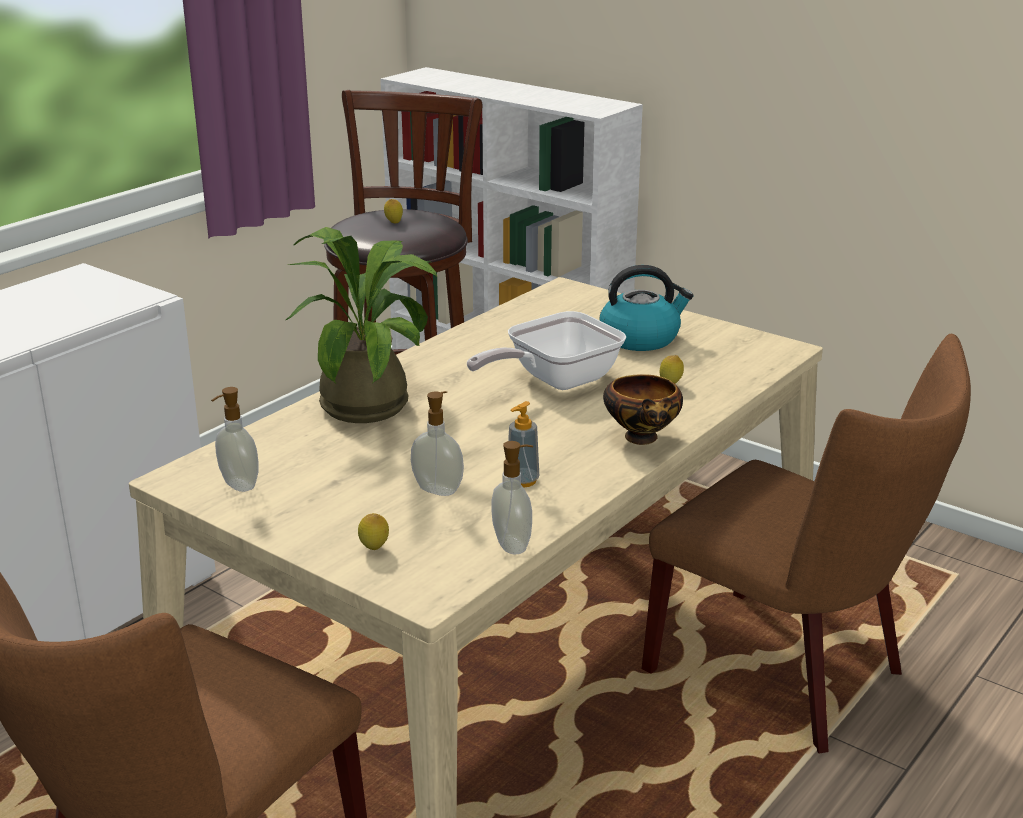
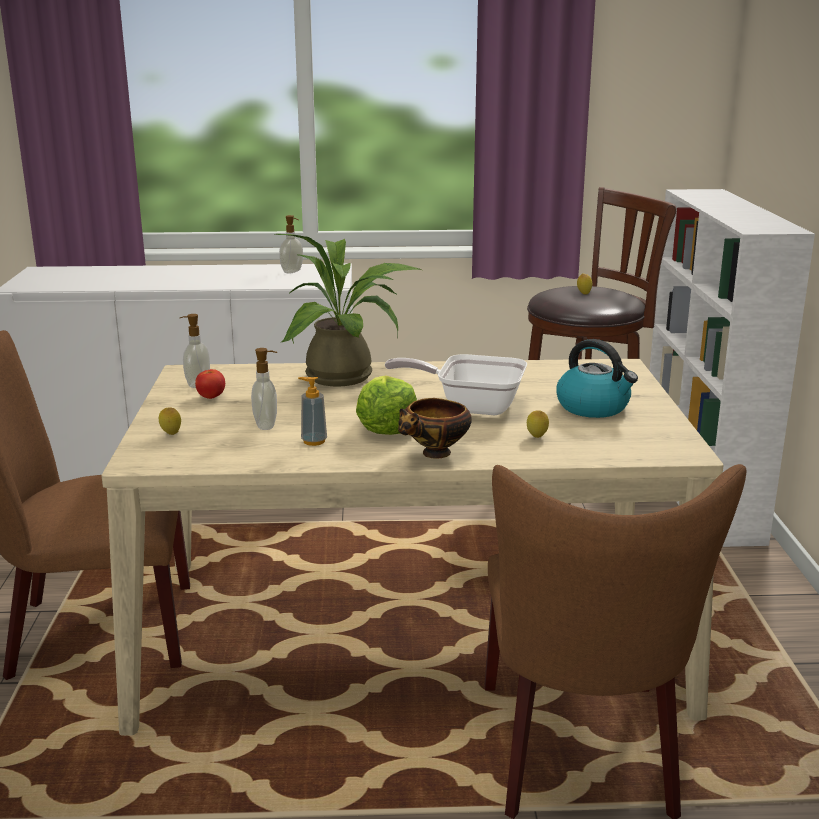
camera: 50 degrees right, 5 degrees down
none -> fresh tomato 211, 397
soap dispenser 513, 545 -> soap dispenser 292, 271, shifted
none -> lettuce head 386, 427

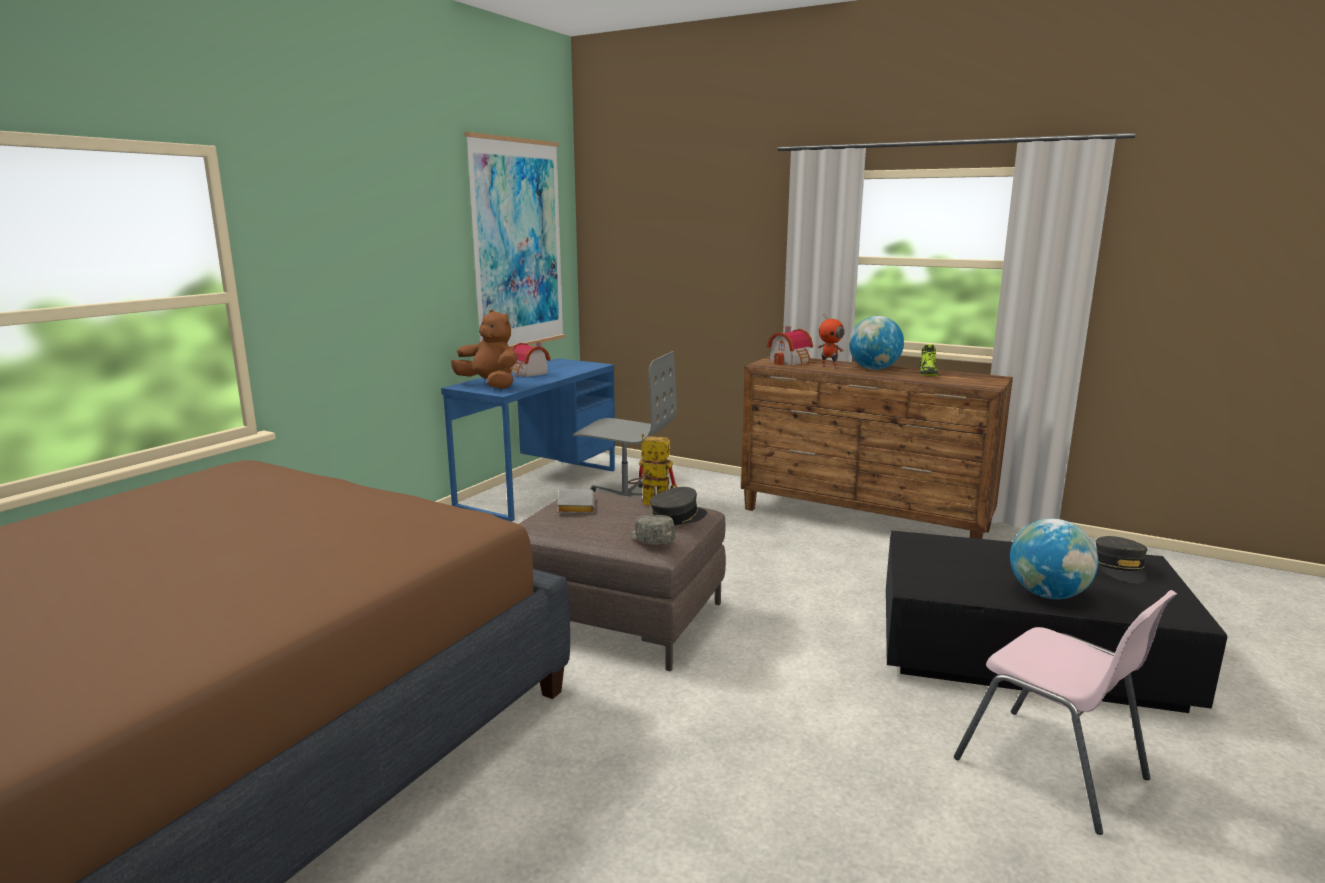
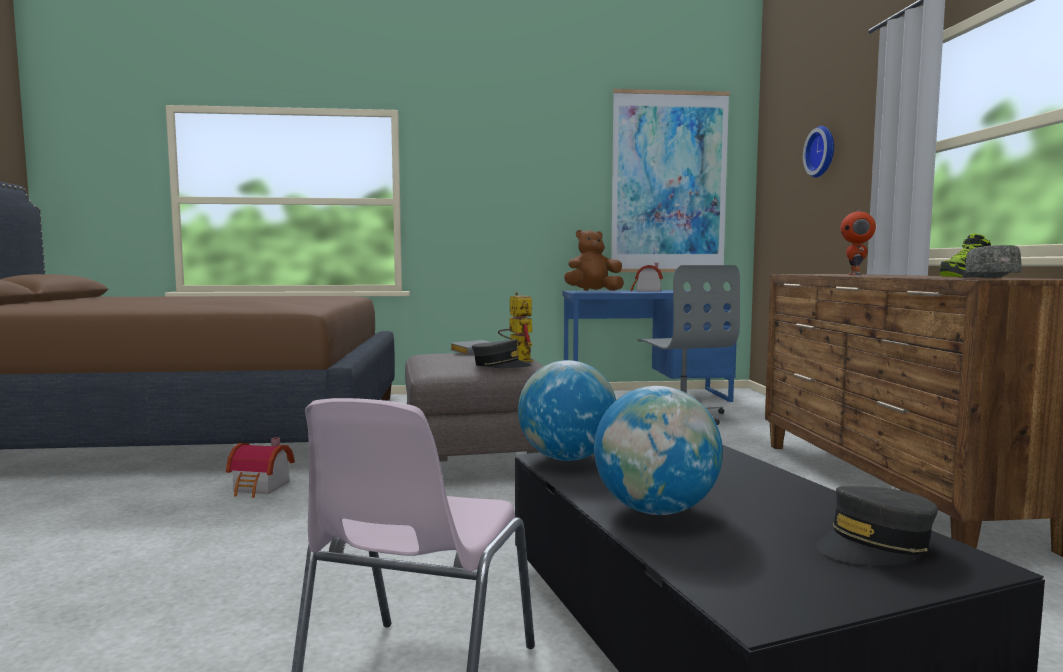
camera: 55 degrees right, 10 degrees down
toy house 791, 362 -> toy house 261, 488, shifted
globe 874, 369 -> globe 566, 459, shifted
plush toy in brownish 490, 385 -> plush toy in brownish 593, 291, 105 degrees counterclockwise
none -> hanging clock 823, 151
peaked cap in grey 651, 539 -> peaked cap in grey 988, 278, shifted

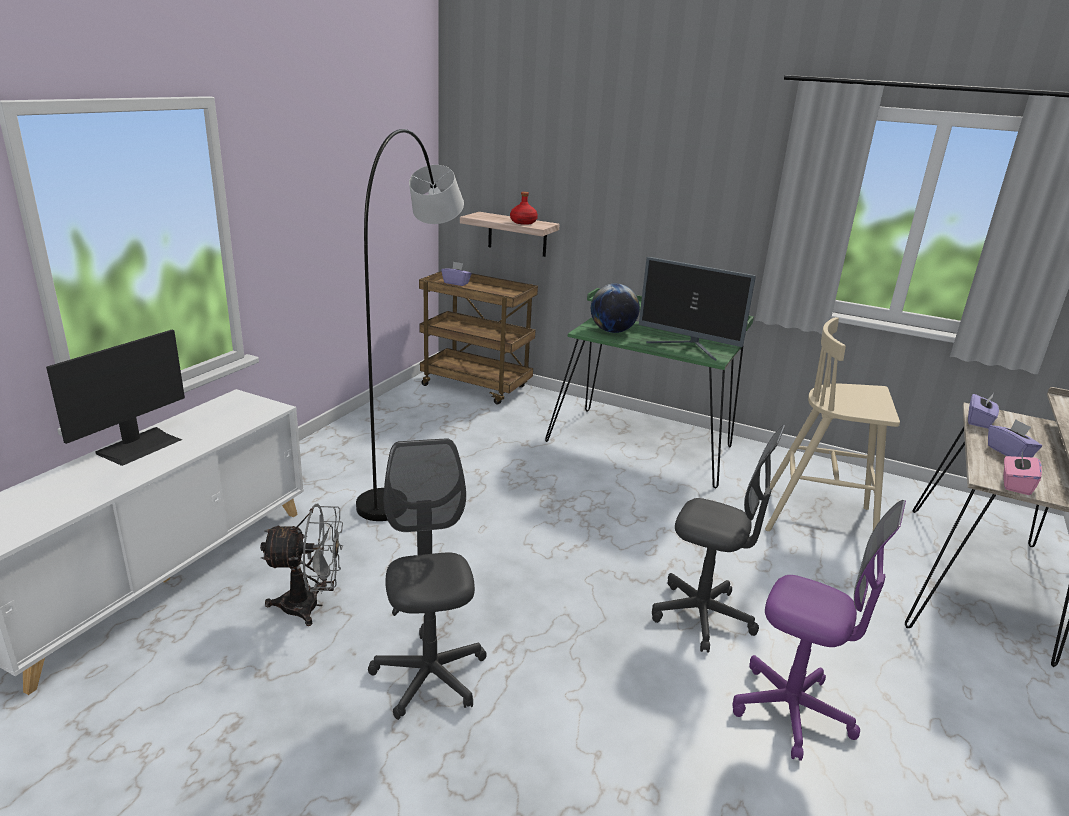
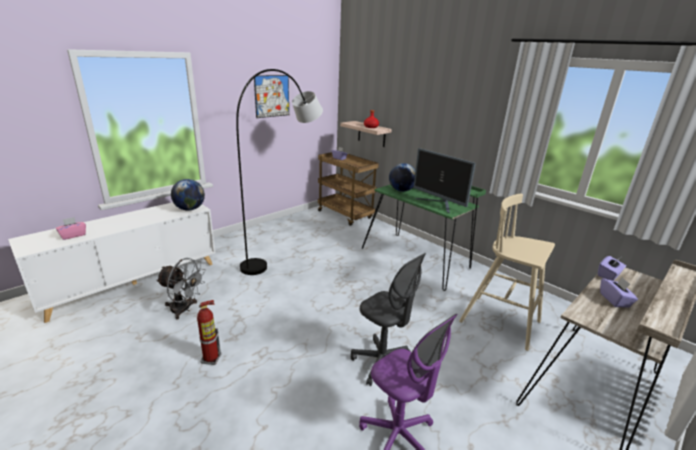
camera: 20 degrees right, 0 degrees up
tissue box in pink-coloured 1015, 485 -> tissue box in pink-coloured 73, 235, shifted
none -> globe 190, 209
computer chair in grey 429, 676 -> fire extinguisher 211, 359
none -> wall picture 272, 96
monitor 139, 446 -> none

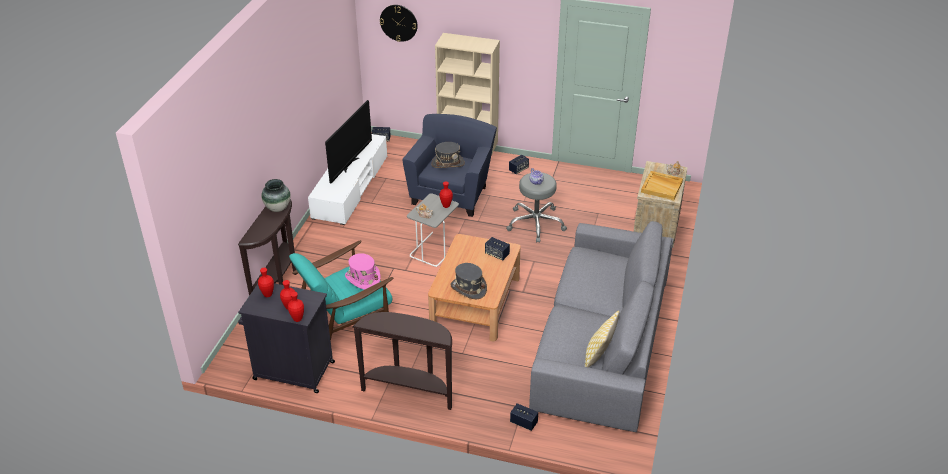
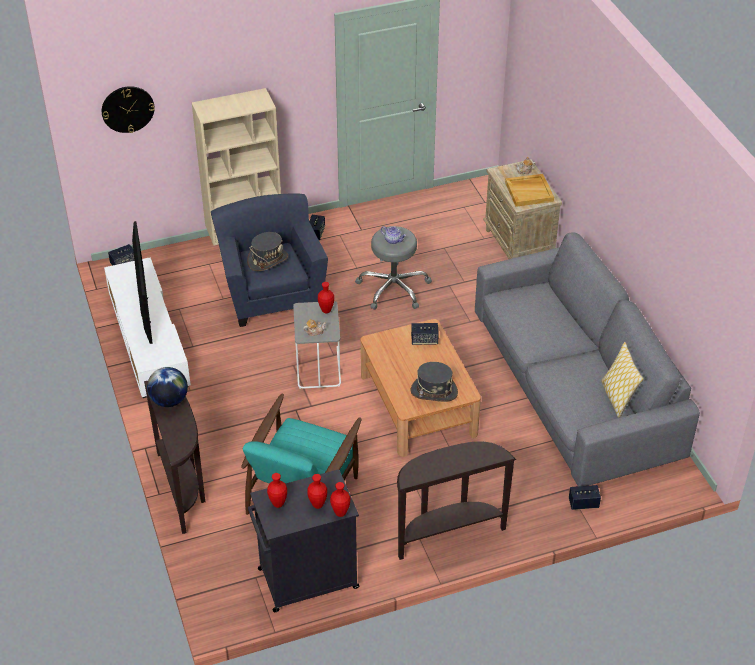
camera: 35 degrees left, 5 degrees up
decorative vase 277, 208 -> globe 169, 400
clothing hat in pink-coloured 362, 279 -> none

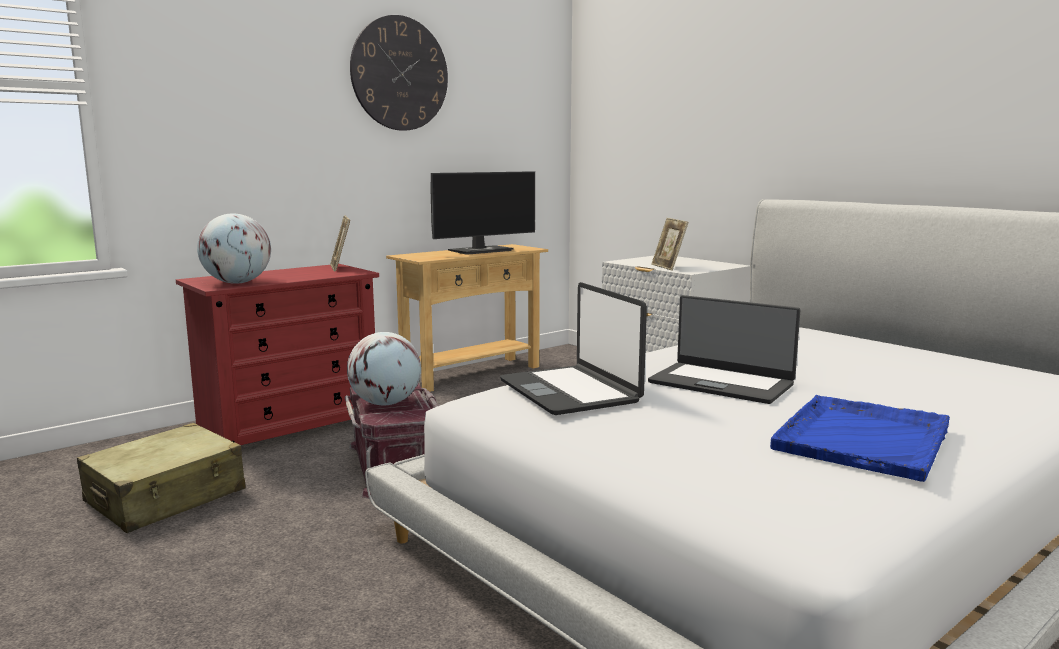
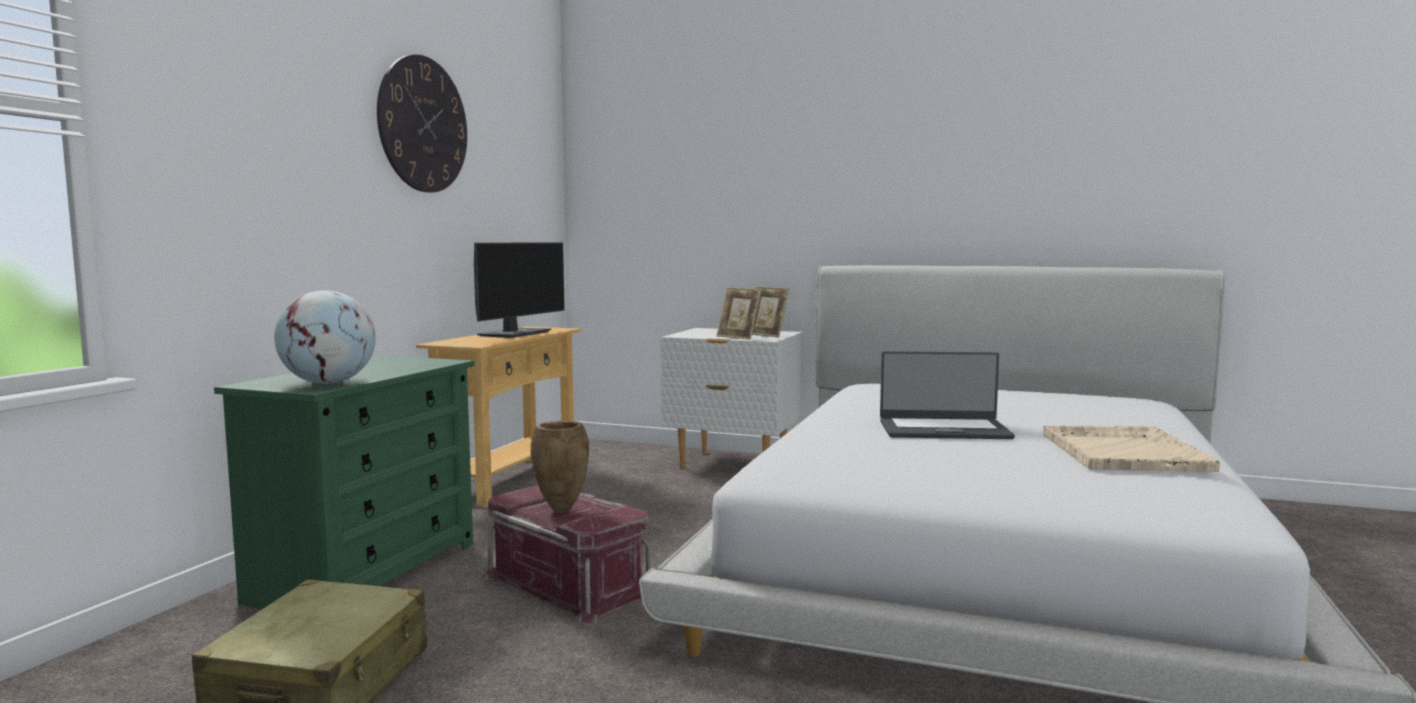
camera: 30 degrees left, 5 degrees down
dresser in reddish 291, 425 -> dresser in green-coloured 367, 571
globe 385, 403 -> decorative vase in brownish 560, 510
picture frame 341, 268 -> picture frame 766, 335, shifted
serving tray in bluish 863, 438 -> serving tray in sand-coloured 1123, 451
laptop 570, 391 -> none

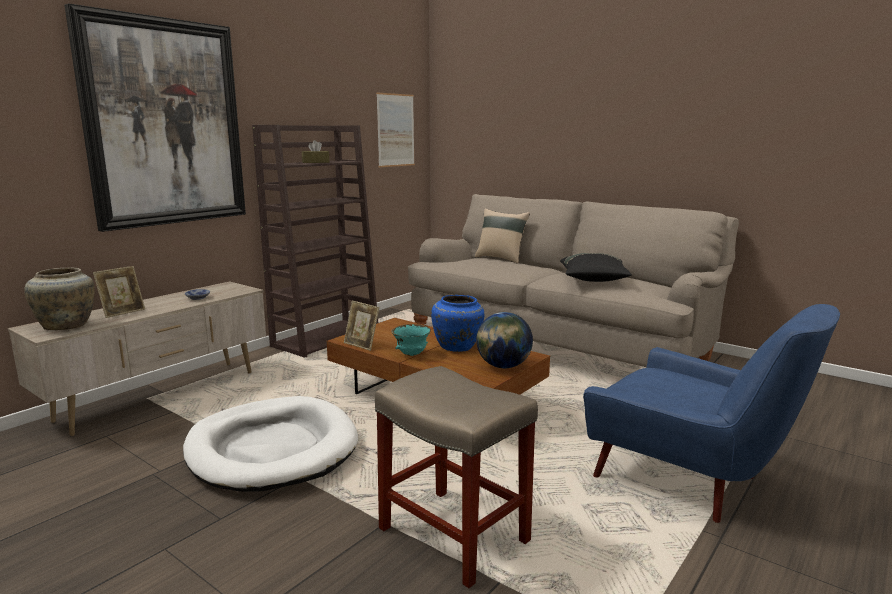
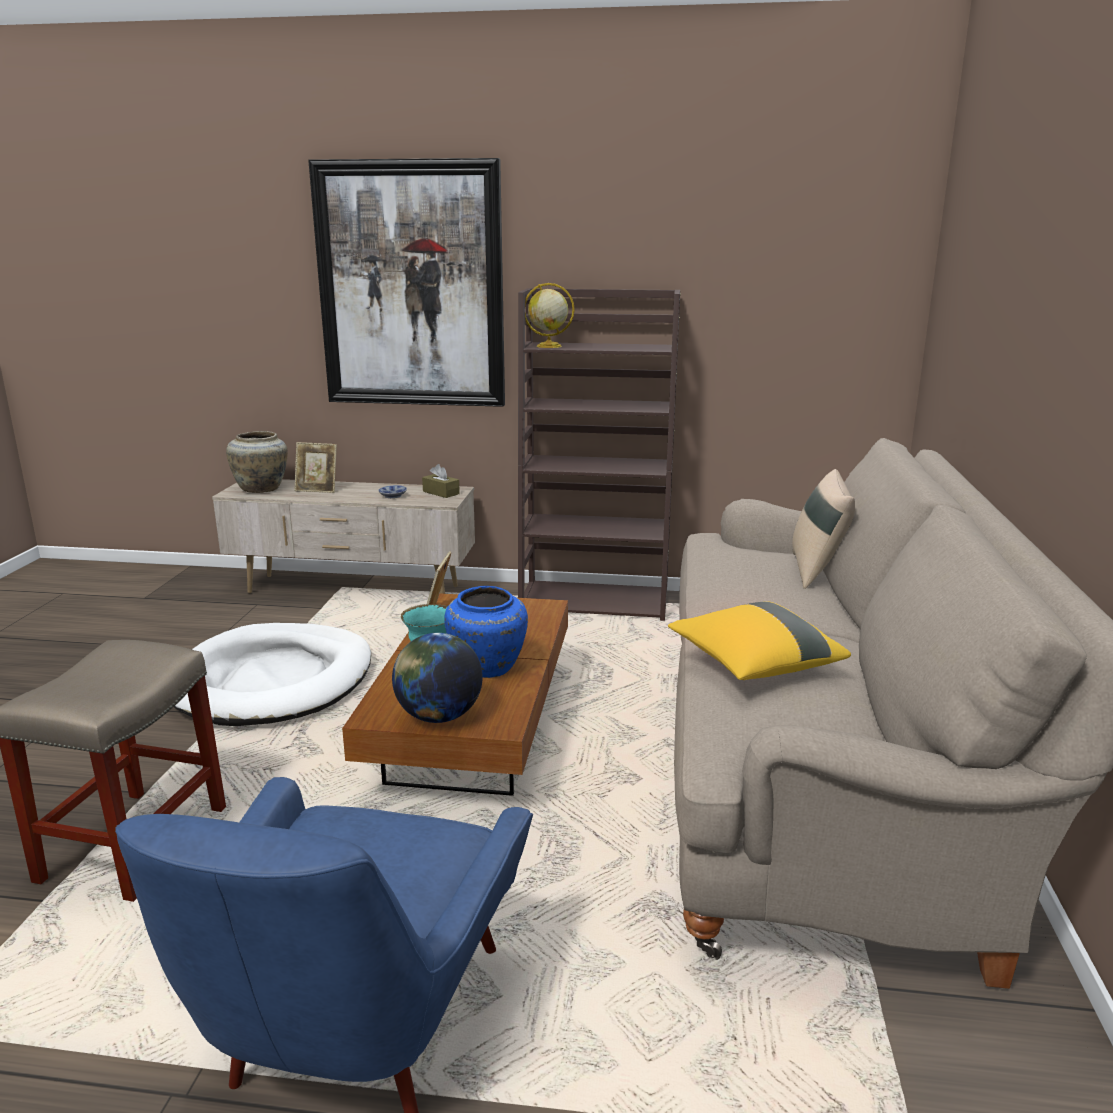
camera: 60 degrees right, 5 degrees up
tissue box in brownish 315, 162 -> tissue box in brownish 441, 492, shifted
none -> globe 548, 346
pillow in blackish 593, 280 -> pillow in yellow-coloured 753, 664
wall picture 395, 130 -> none

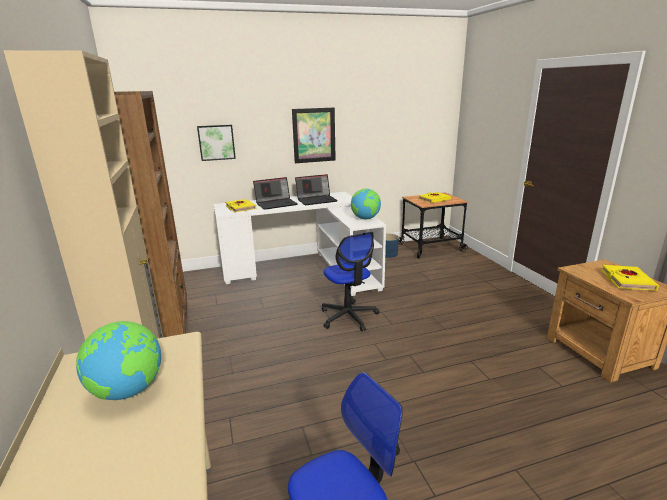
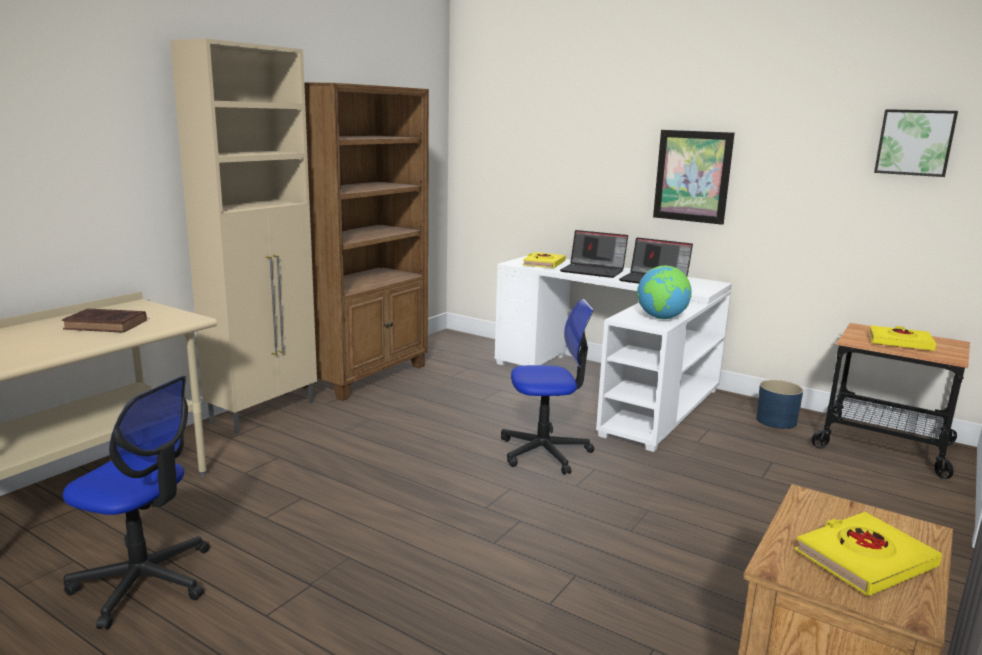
camera: 50 degrees right, 5 degrees down
globe 129, 391 -> volume in brownish 108, 325
computer chair 348, 317 -> computer chair 545, 452, 120 degrees counterclockwise
wall picture 216, 142 -> wall picture 915, 142, shifted

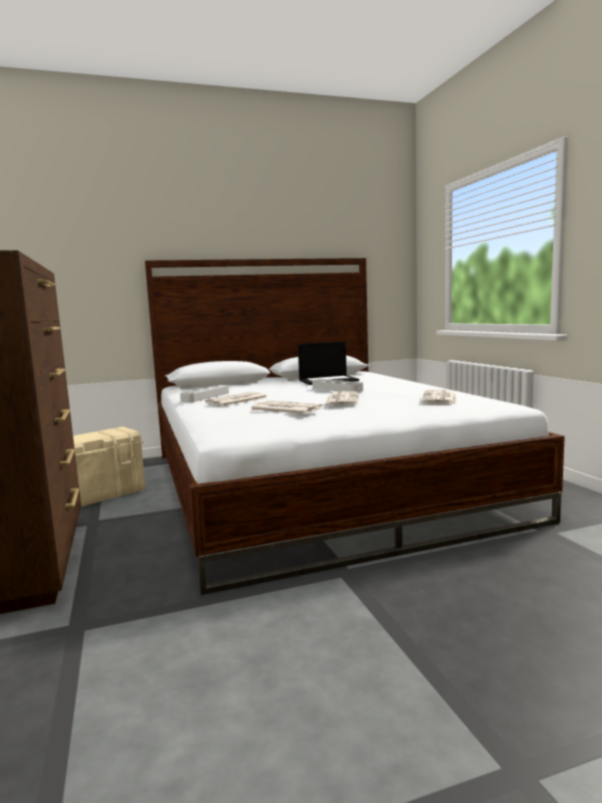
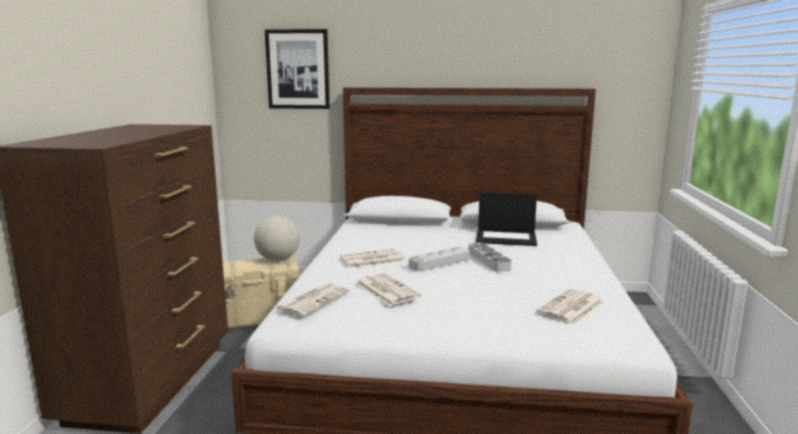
camera: 25 degrees right, 5 degrees up
none -> globe 278, 259
none -> wall picture 298, 69
printed paper 341, 400 -> printed paper 314, 300, shifted
serving tray in grey 205, 397 -> serving tray in grey 439, 262, shifted

